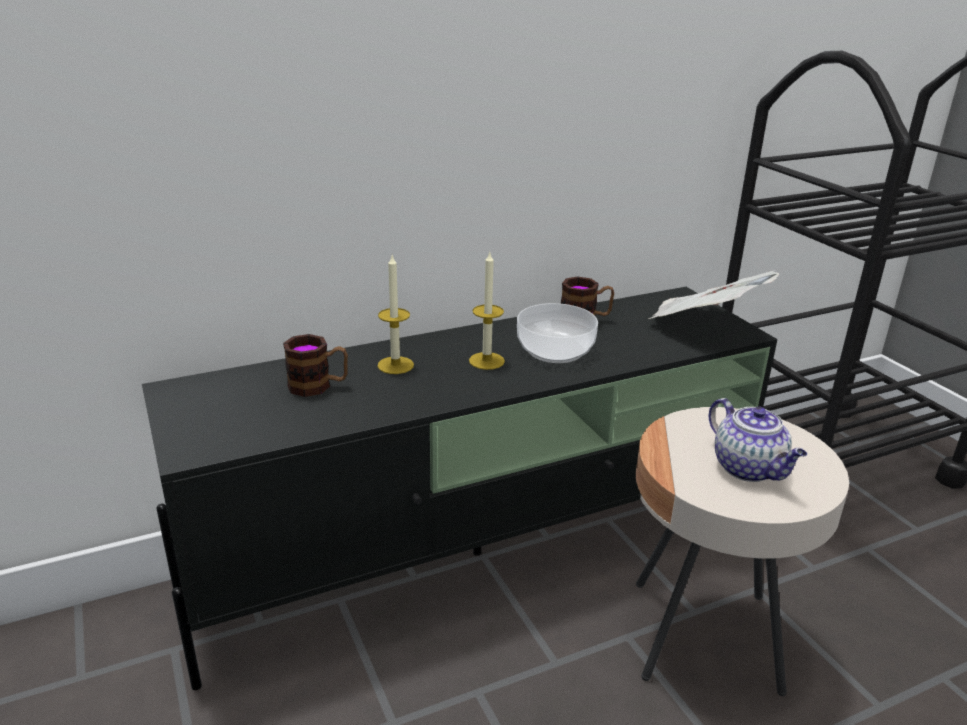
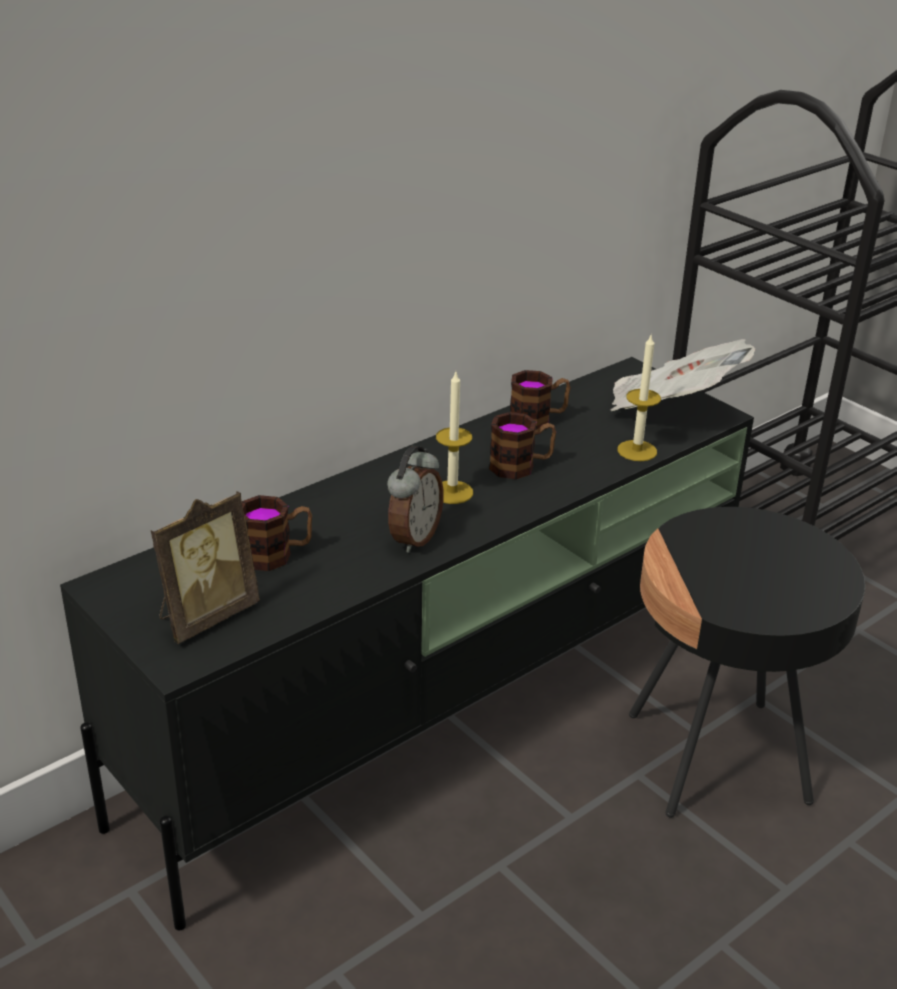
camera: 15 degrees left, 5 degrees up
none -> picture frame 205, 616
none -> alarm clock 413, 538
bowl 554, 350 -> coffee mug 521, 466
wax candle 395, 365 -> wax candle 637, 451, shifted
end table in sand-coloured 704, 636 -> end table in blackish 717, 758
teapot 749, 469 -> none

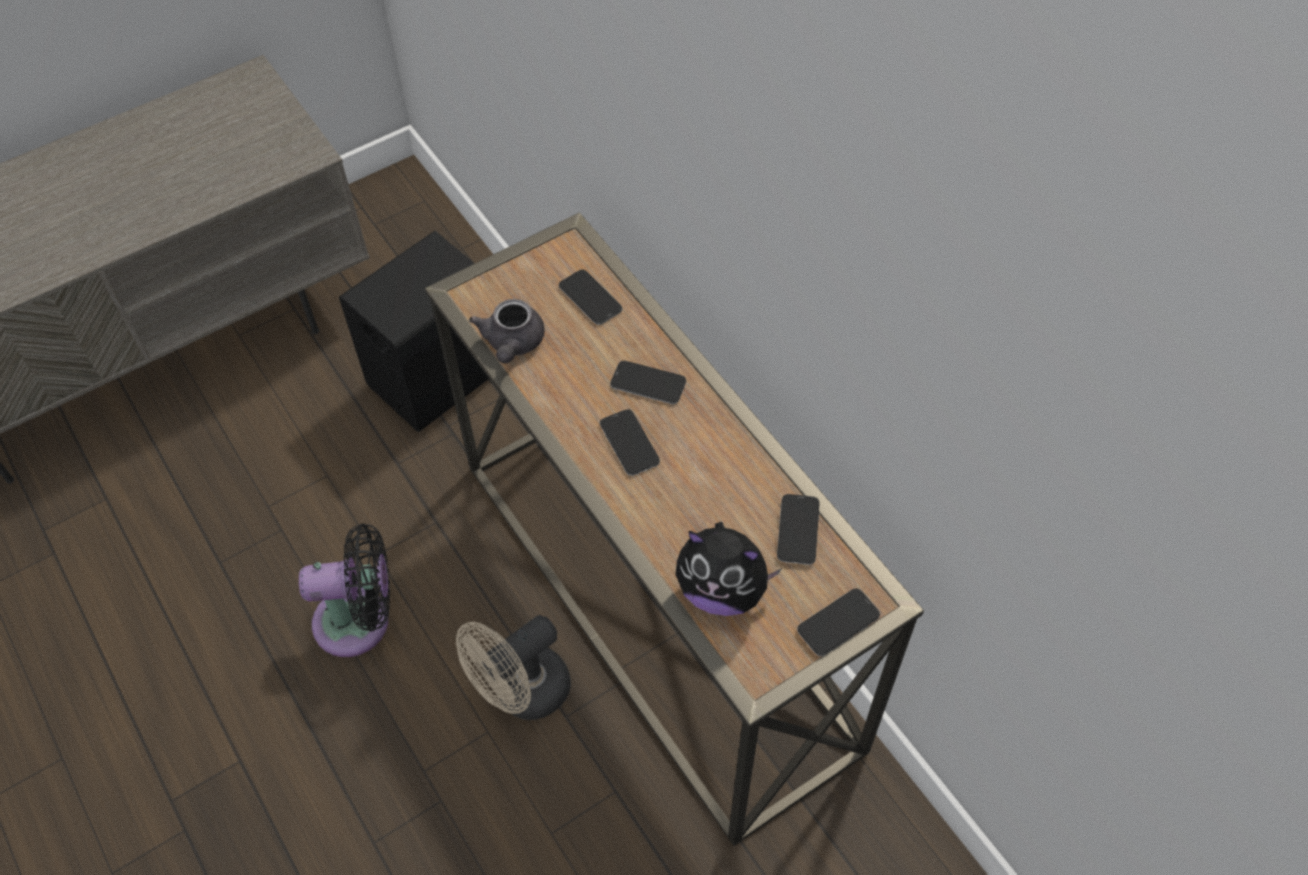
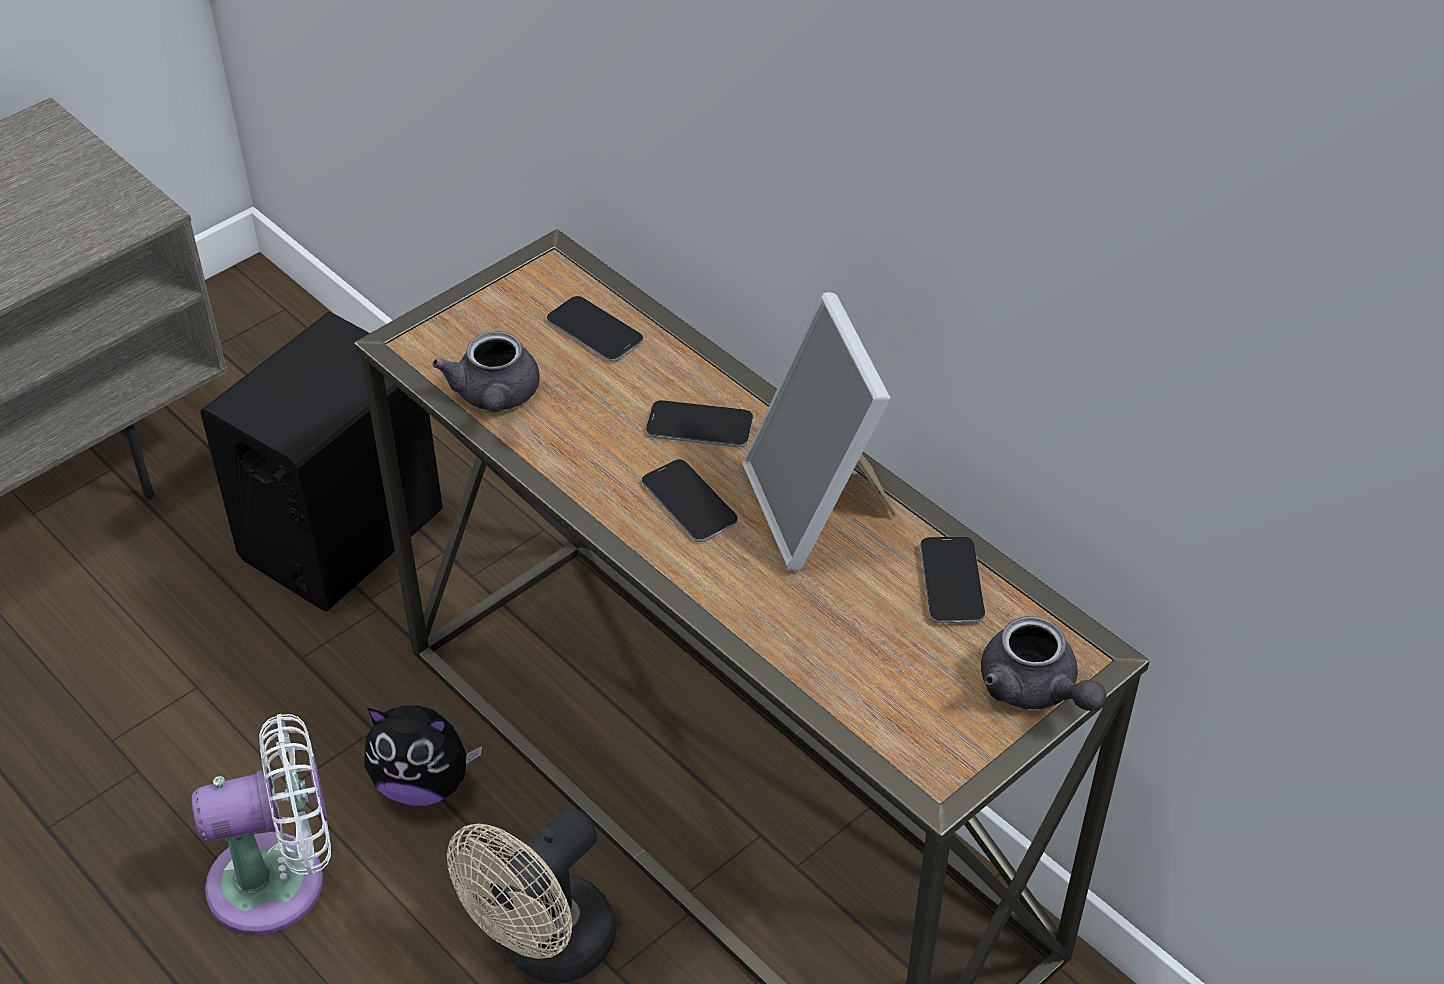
camera: 10 degrees left, 10 degrees down
electric fan in blackish 360, 621 -> electric fan in whitish 279, 881
plush toy 722, 590 -> plush toy 423, 784, shifted
none -> picture frame 819, 508
telephone 838, 623 -> teapot in grey 1035, 690

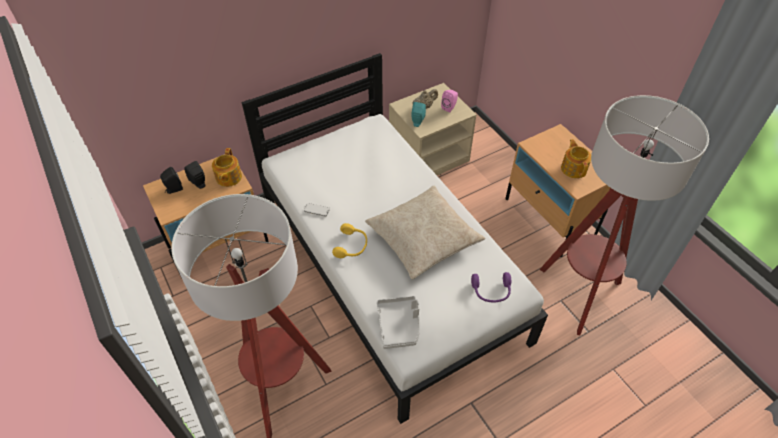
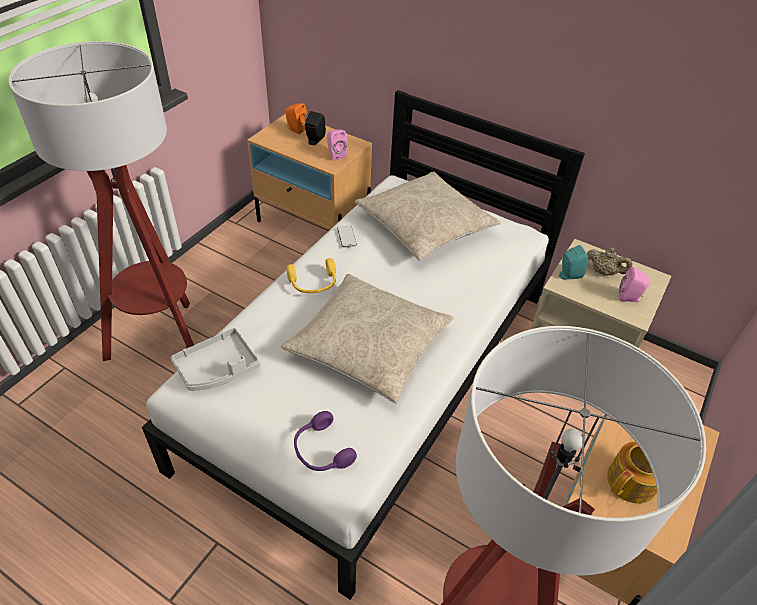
camera: 60 degrees right, 5 degrees down
audio speaker in blackish 173, 189 -> audio speaker in orange 295, 129
teapot 228, 177 -> audio speaker in pink-coloured 336, 154
none -> pillow in sand-coloured 425, 225

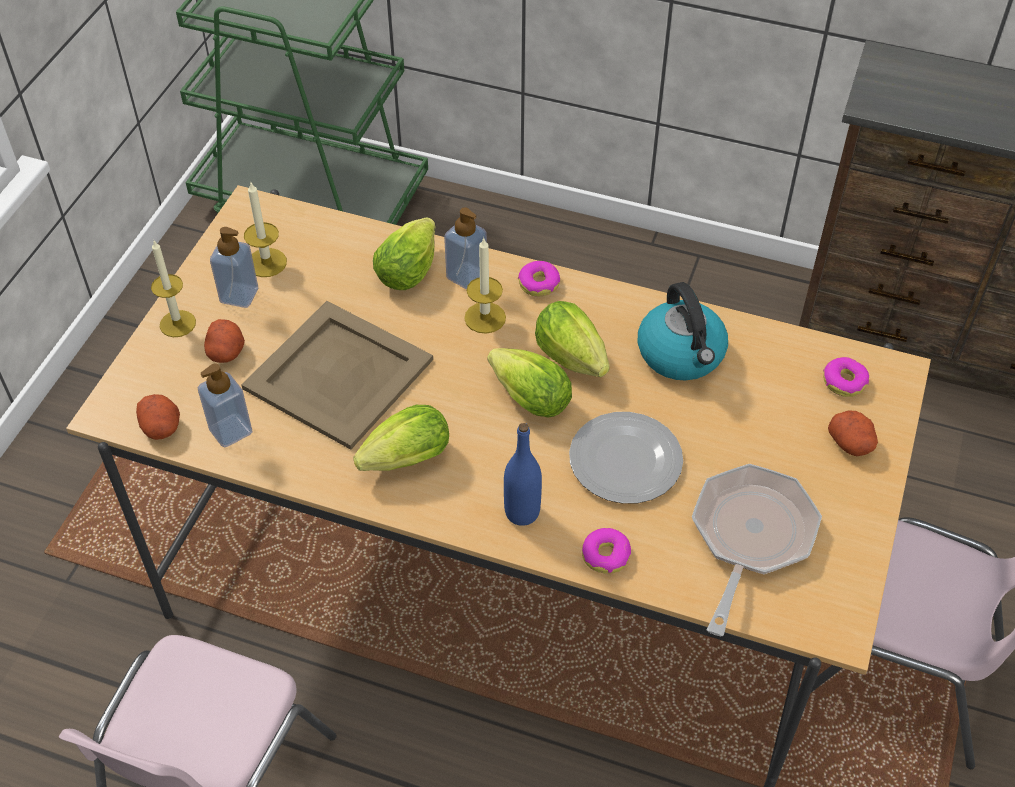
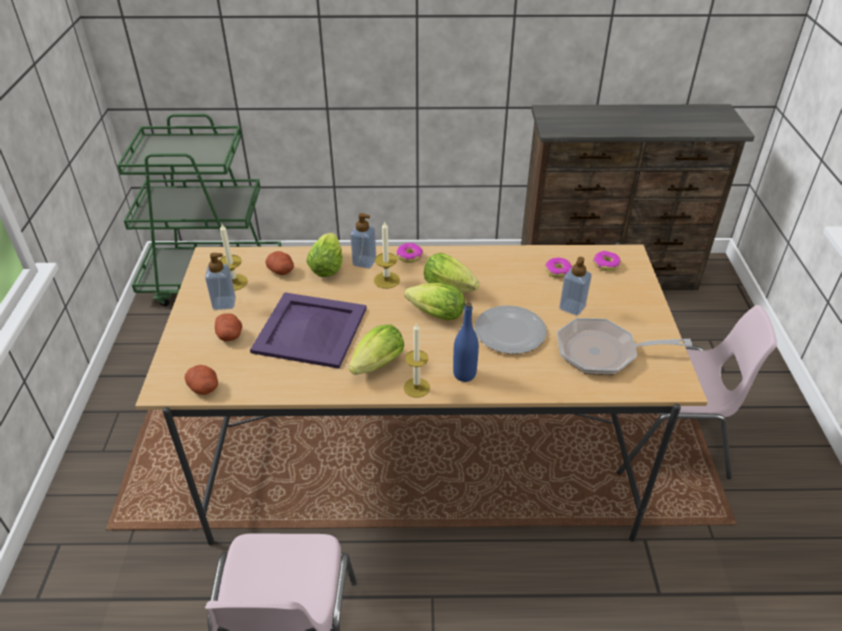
camera: 20 degrees left, 10 degrees down
serving tray in sand-coloured 338, 375 -> serving tray in purplish 311, 330
whole potato 851, 443 -> whole potato 282, 271, shifted
wax candle 177, 323 -> wax candle 416, 387, shifted
donut 606, 555 -> donut 558, 271, shifted
pan 750, 538 -> pan 603, 352, 90 degrees counterclockwise
soap dispenser 230, 430 -> soap dispenser 572, 307, shifted
tea kettle 682, 355 -> none

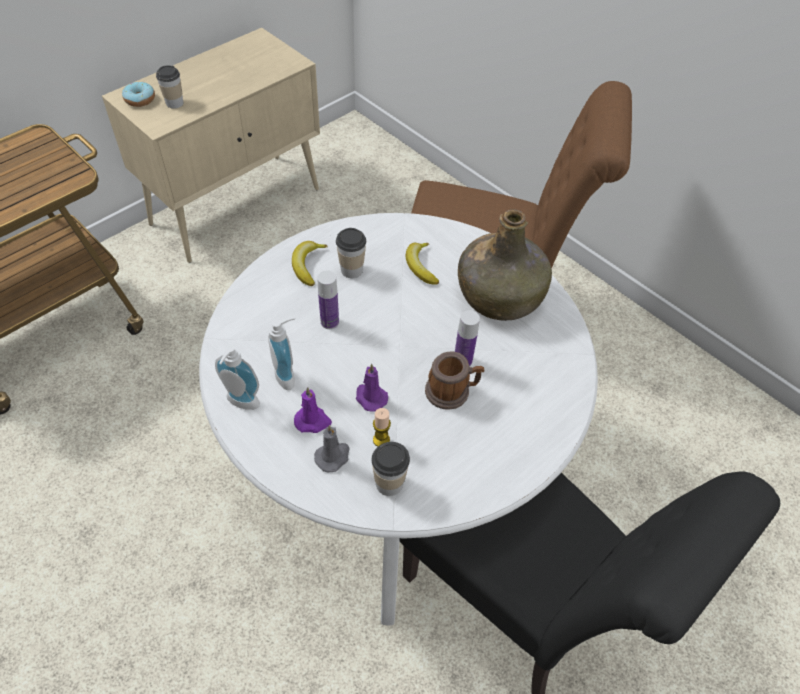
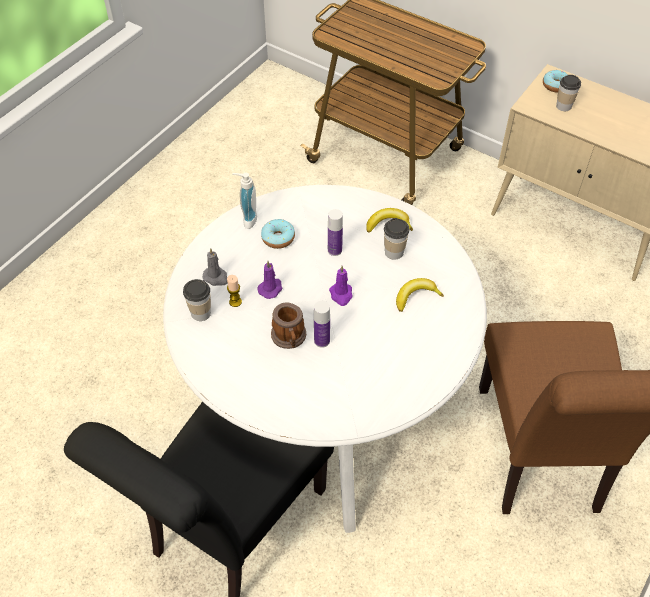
camera: 80 degrees right, 0 degrees up
soap dispenser 288, 375 -> donut 278, 238
wax candle in purplish 313, 421 -> wax candle in purplish 341, 295, shifted
bottle in green-coloured 500, 295 -> none

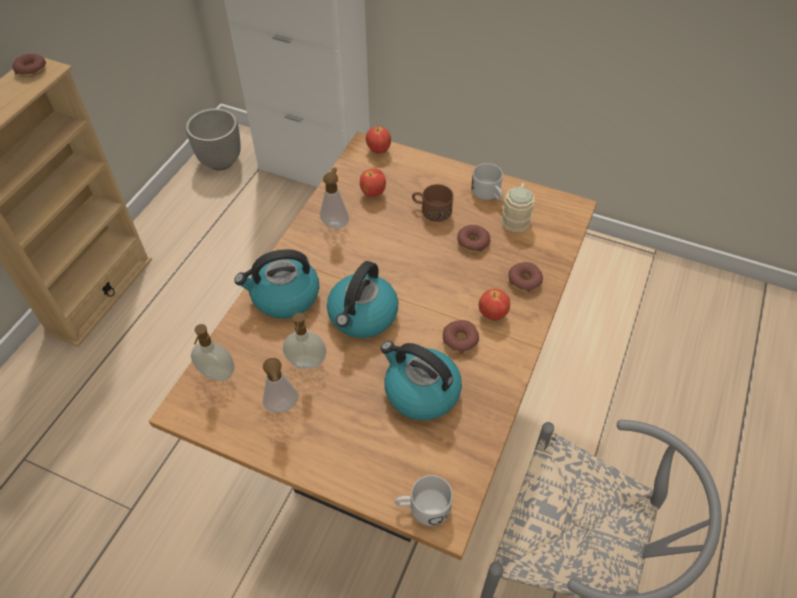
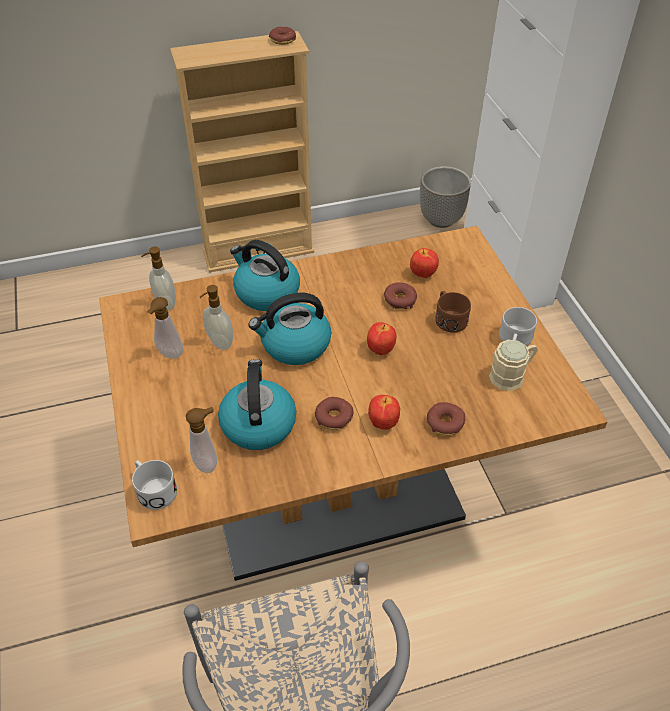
camera: 50 degrees right, 5 degrees down
soap dispenser 335, 223 -> soap dispenser 208, 463, shifted
whole apple 378, 150 -> whole apple 380, 350, shifted
donut 473, 242 -> donut 400, 300, shifted

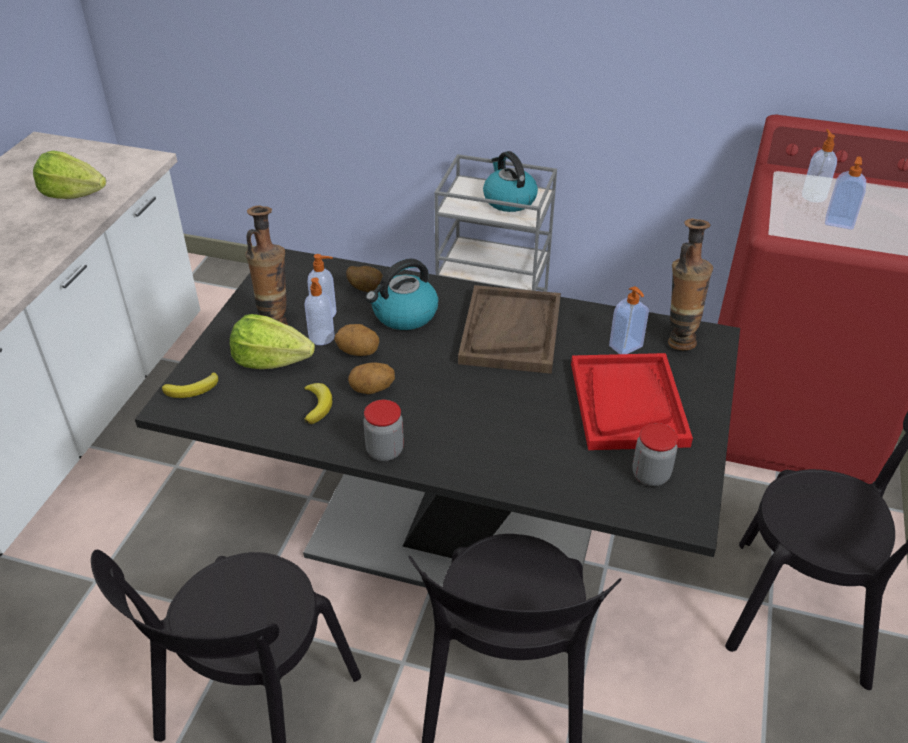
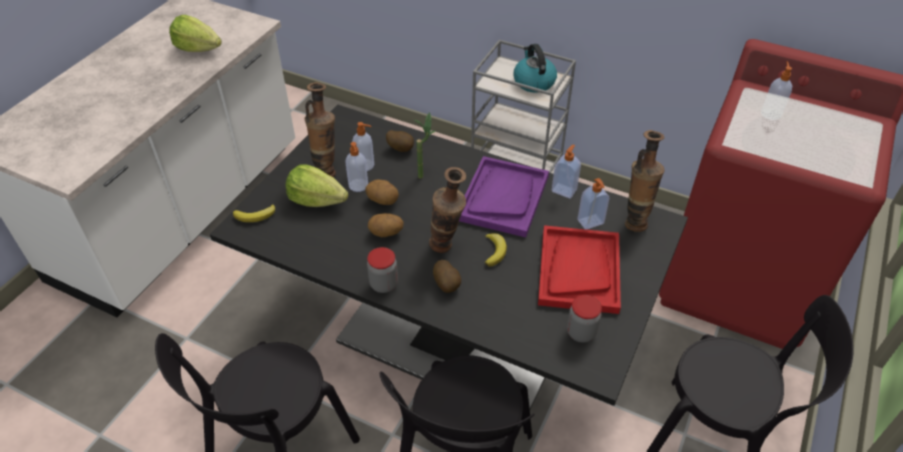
camera: 10 degrees right, 5 degrees up
tea kettle 404, 315 -> houseplant 424, 174
none -> decorative vase 446, 249
none -> whole potato 447, 285
serving tray in brownish 510, 331 -> serving tray in purplish 503, 198
whole banana 317, 405 -> whole banana 494, 251, shifted
soap dispenser 839, 222 -> soap dispenser 564, 190, shifted

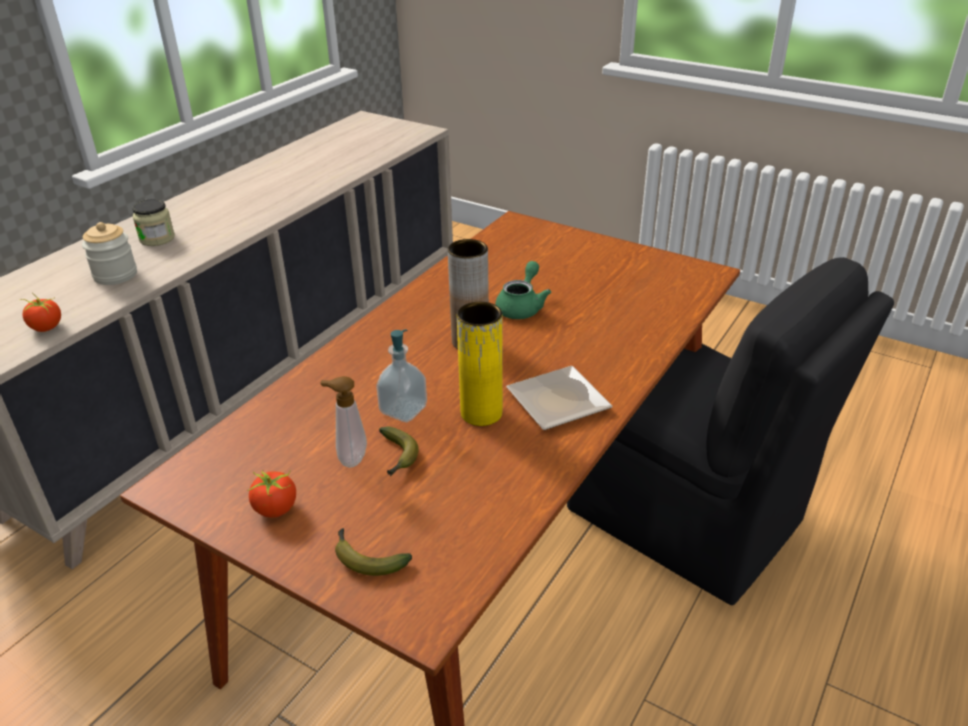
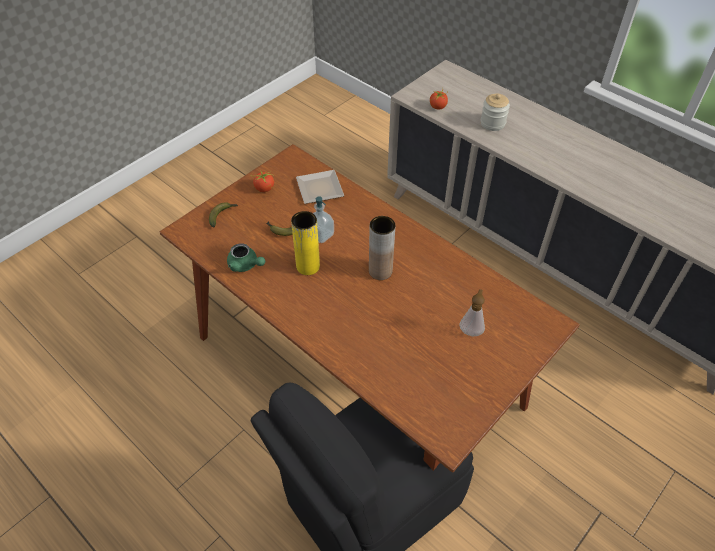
camera: 100 degrees right, 15 degrees up
teapot in green-coloured 522, 307 -> teapot in green-coloured 245, 265, shifted
dinner plate 557, 404 -> dinner plate 318, 188, shifted
soap dispenser 350, 458 -> soap dispenser 471, 330, shifted
jar 157, 238 -> none

